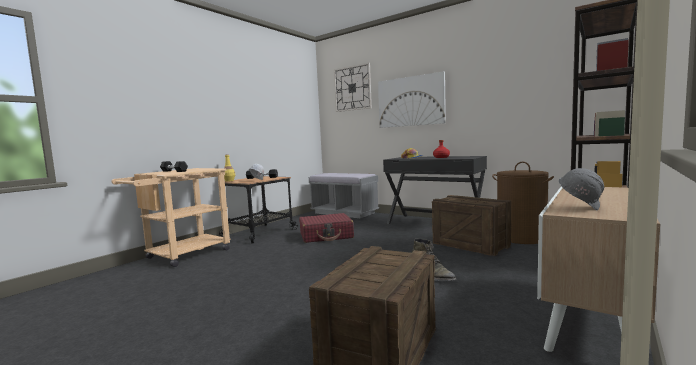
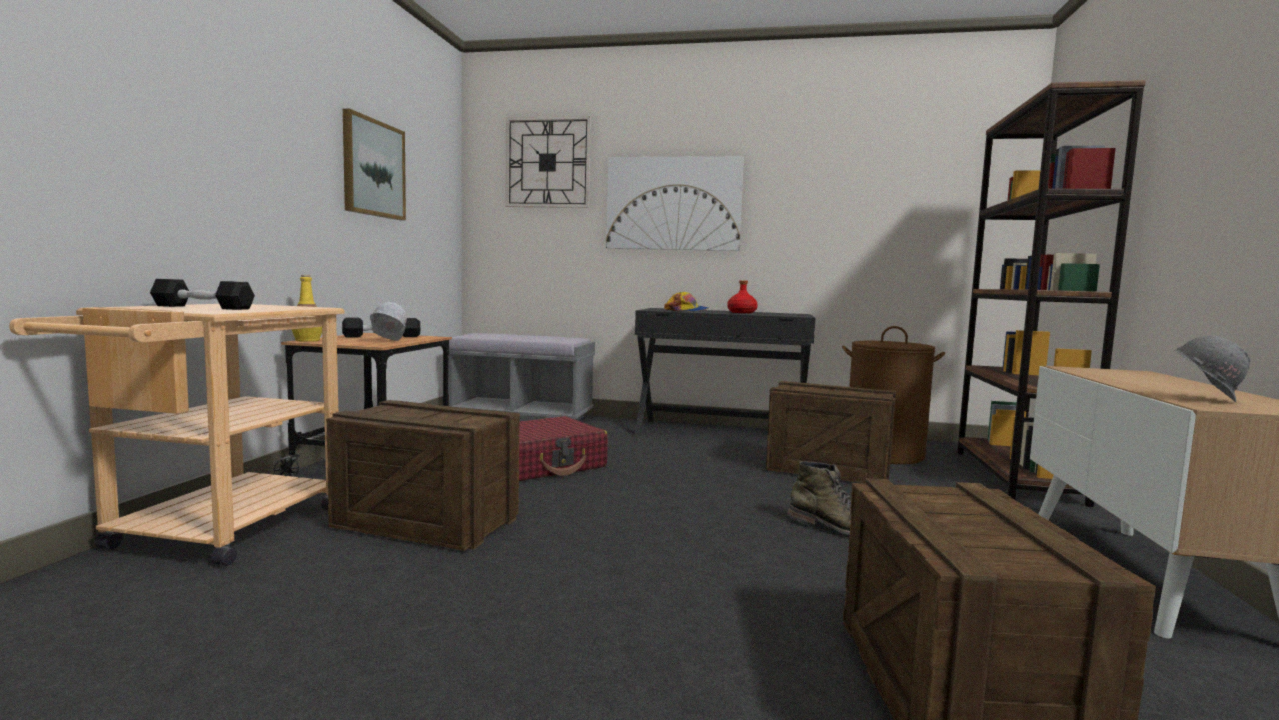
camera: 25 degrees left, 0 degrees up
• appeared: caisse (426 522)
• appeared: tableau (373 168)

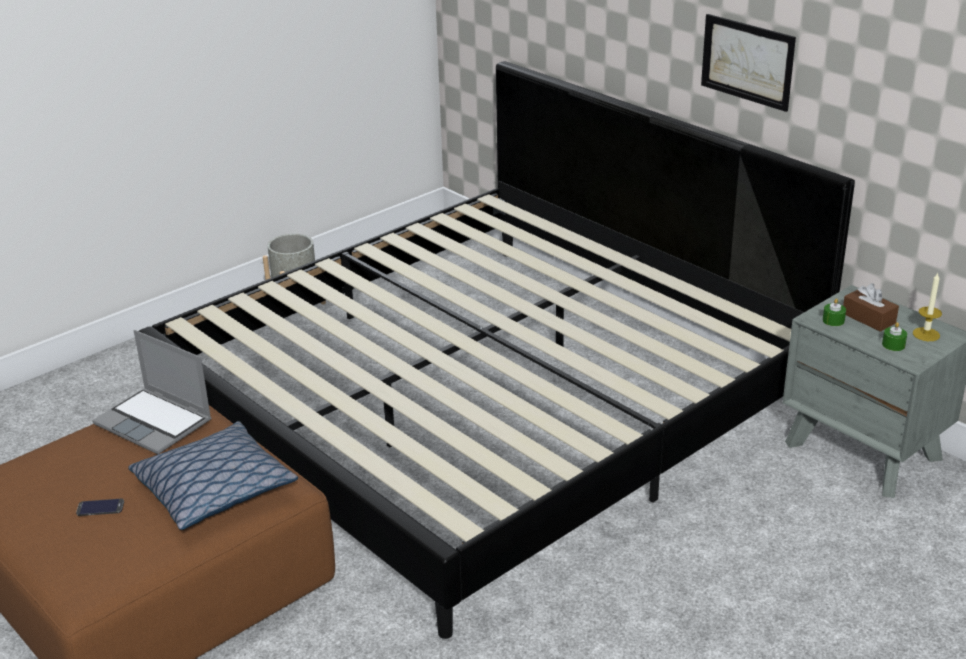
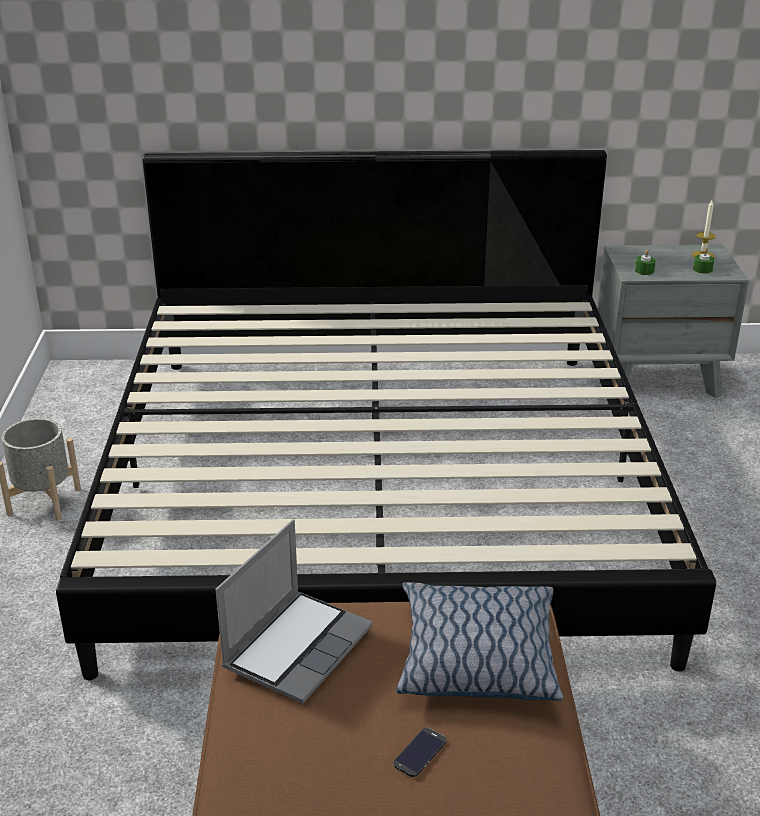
camera: 50 degrees left, 0 degrees up
• spun: ordinateur portable (155 423) = (297 646) 45 degrees counterclockwise
• missing: tableau (747 61)
• missing: boîte à mouchoirs (marron) (868 318)

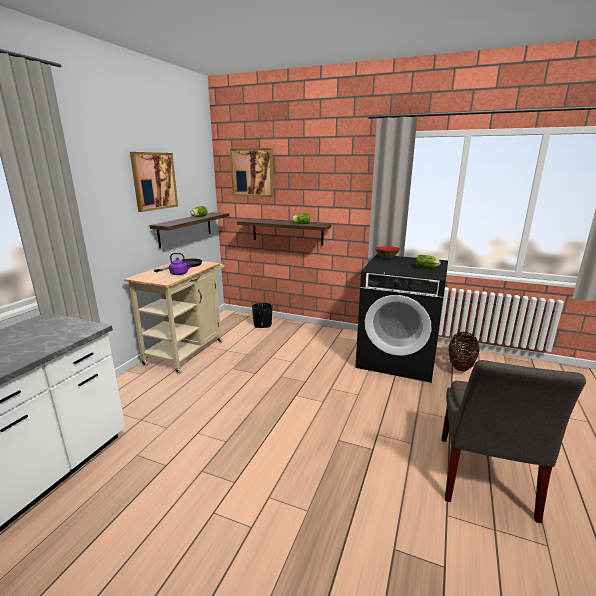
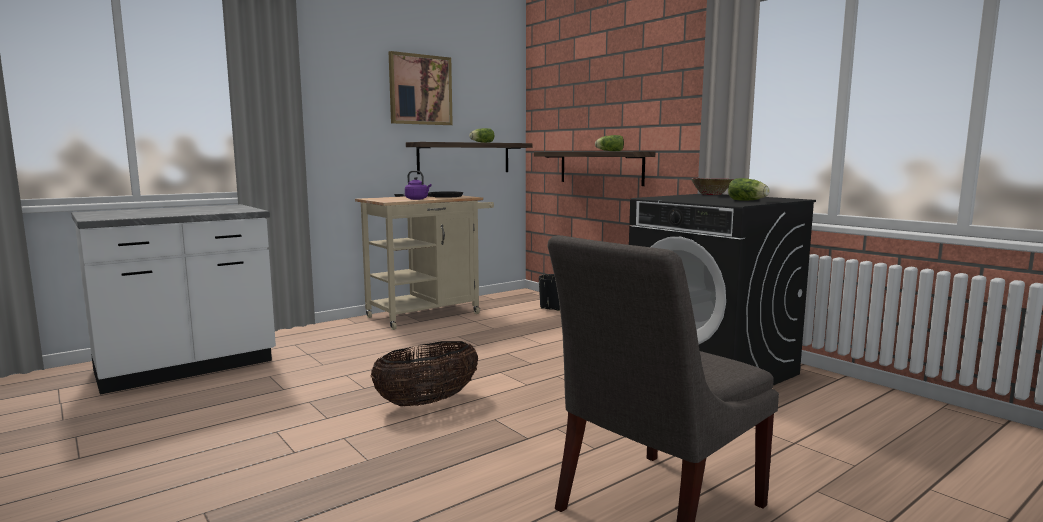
camera: 30 degrees right, 10 degrees down
• relocated: panier (460 365) to (427 402)
• missing: tableau (252 172)

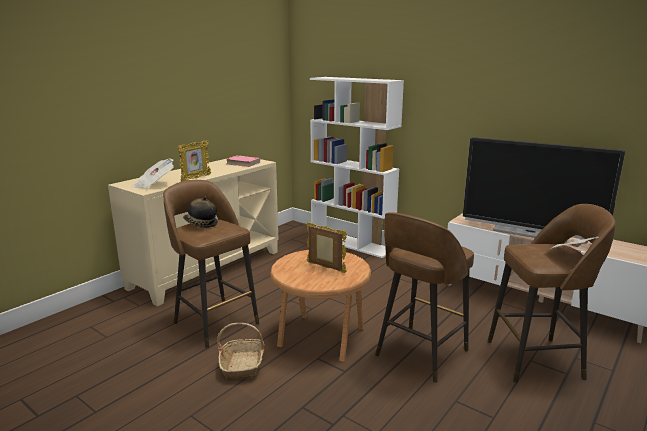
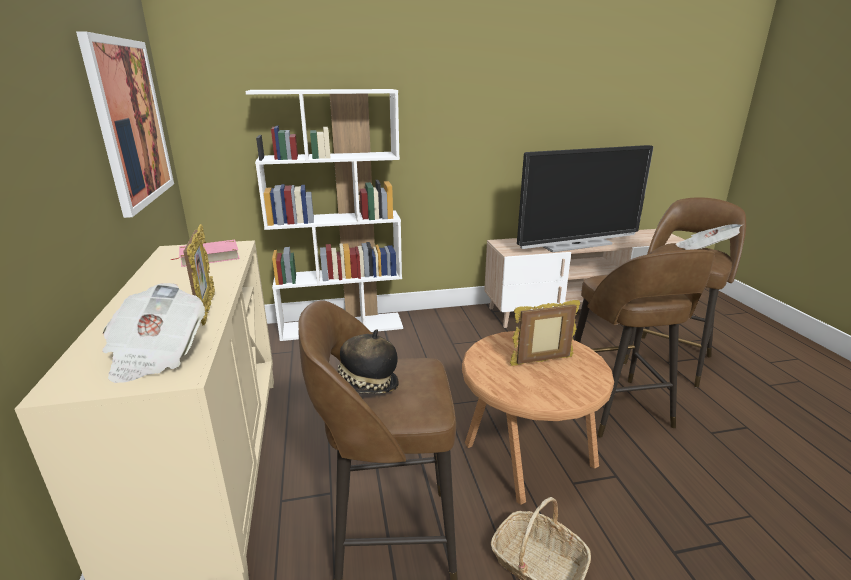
camera: 50 degrees left, 5 degrees up
• appeared: tableau (130 123)

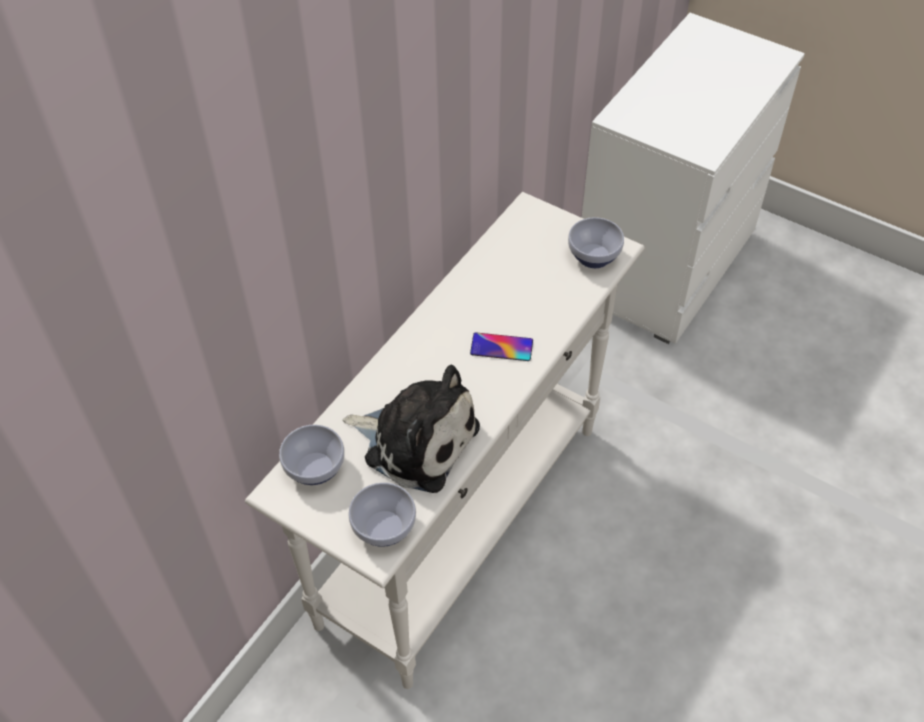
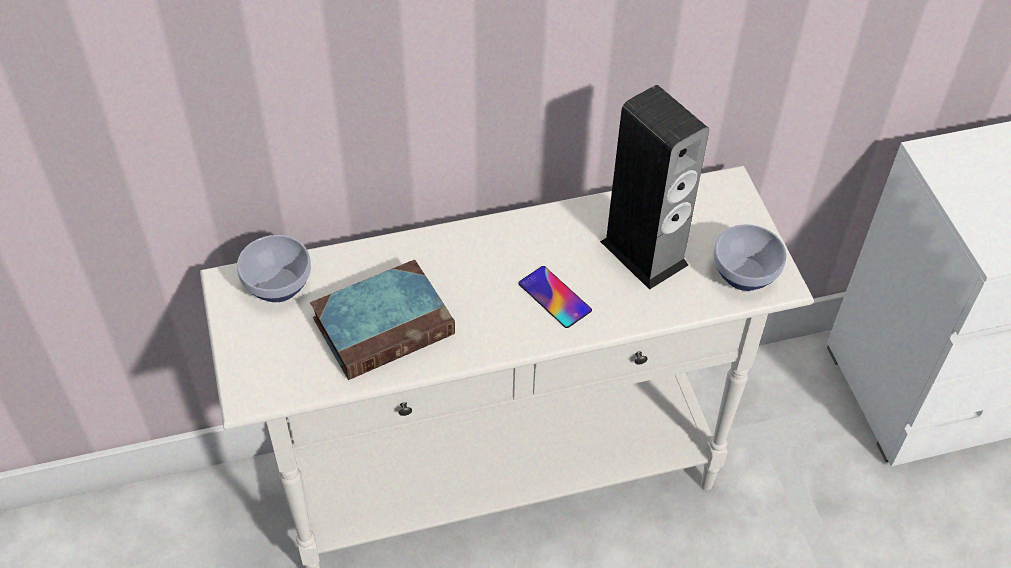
camera: 40 degrees right, 0 degrees up
• exchanged: peluche (416 440) to livre (385 324)
• appeared: enceinte (644 253)
• missing: bol (385 527)

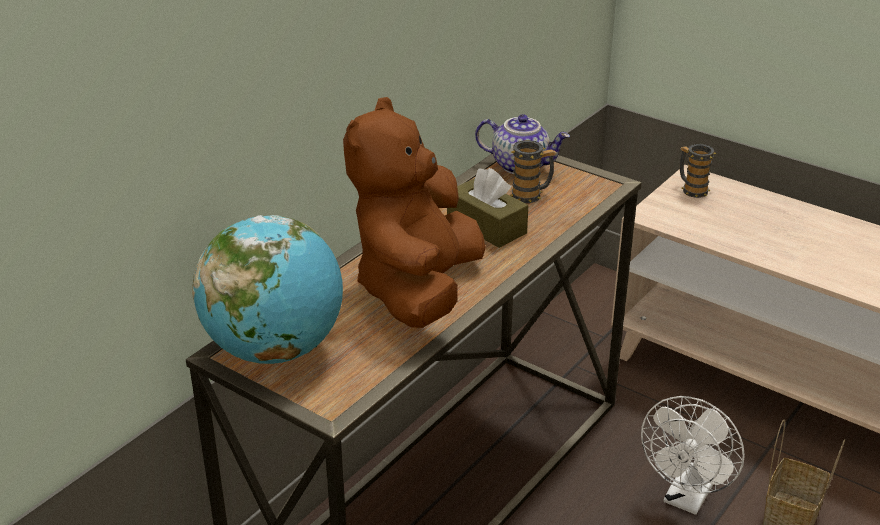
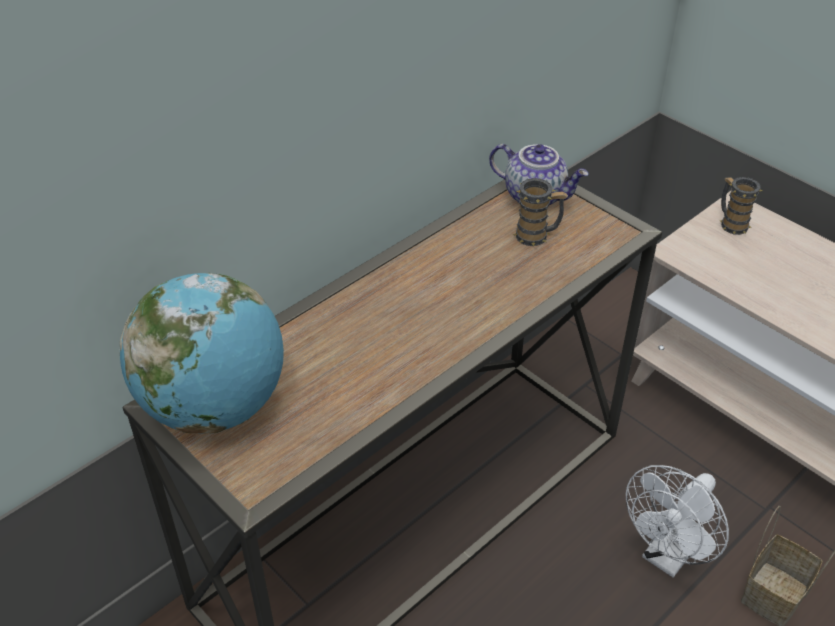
camera: 10 degrees right, 10 degrees up
• missing: peluche (marron) (417 290)
• missing: boîte à mouchoirs (marron) (486 226)

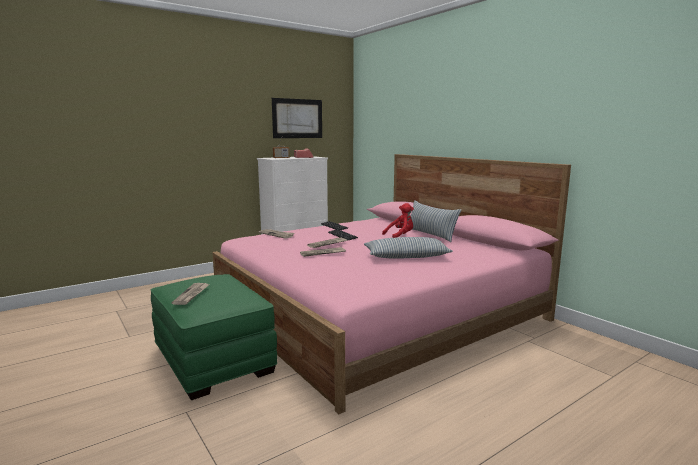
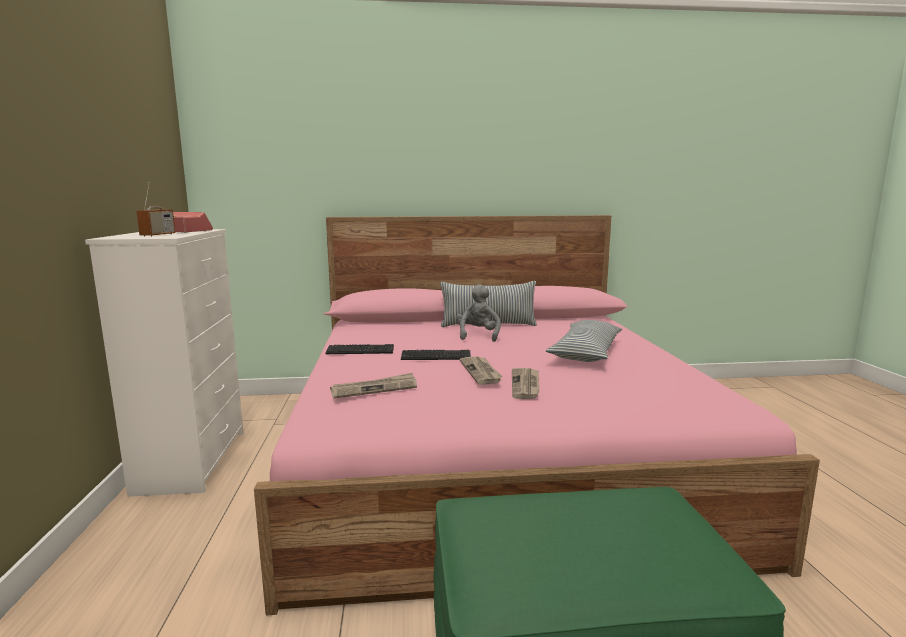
camera: 60 degrees left, 0 degrees up
• colour: peluche (rouge) (400 236) to peluche (gris) (478 335)
• missing: journal (192 295)
• missing: tableau (297 118)

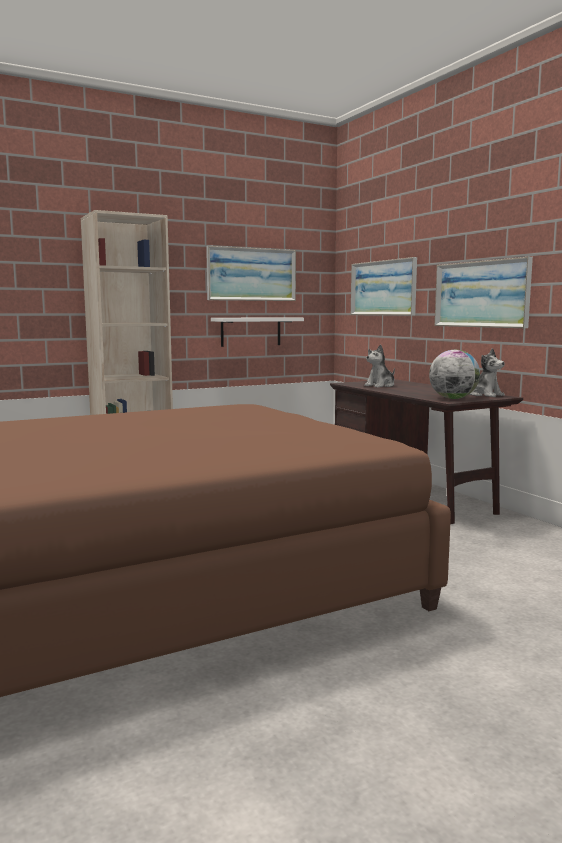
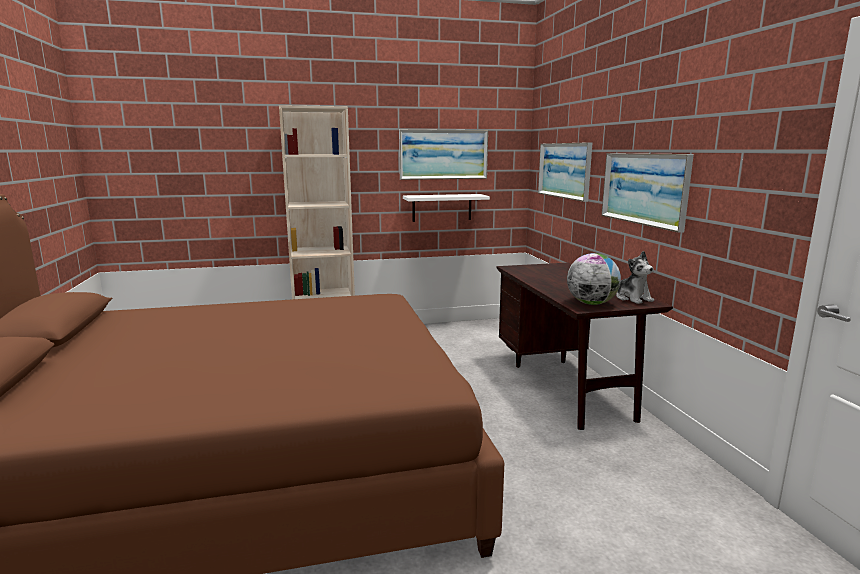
camera: 15 degrees right, 5 degrees up
• missing: peluche (380 386)

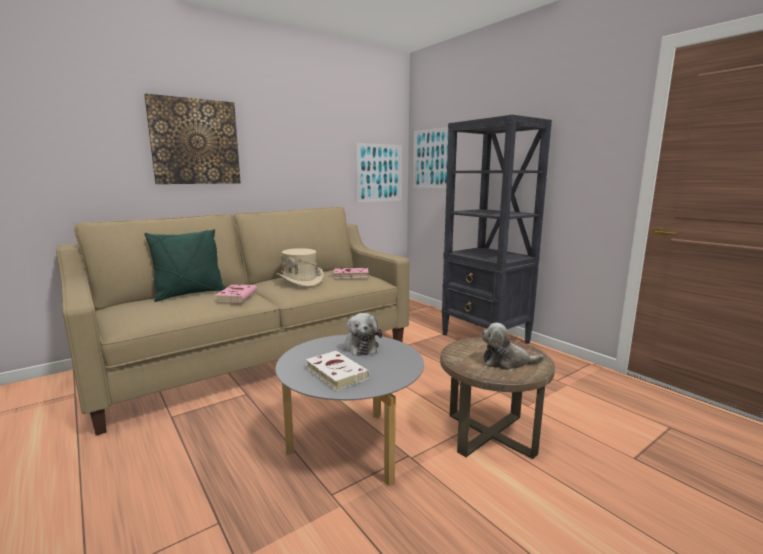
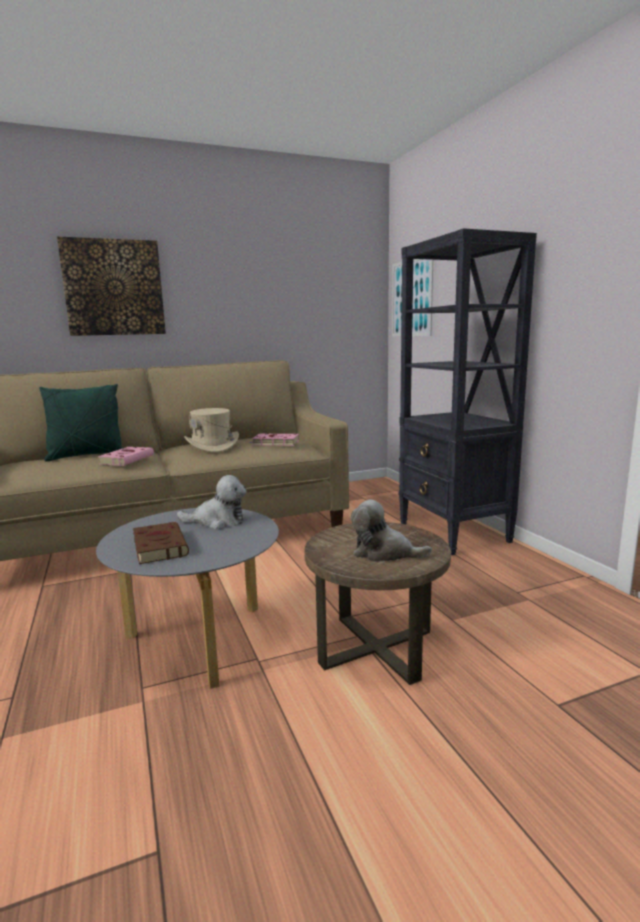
camera: 15 degrees right, 0 degrees up
• colour: livre (blanc) (335 373) to livre (marron) (159 546)
• spun: peluche (360 347) = (217 521) 90 degrees counterclockwise
• missing: tableau (379 173)

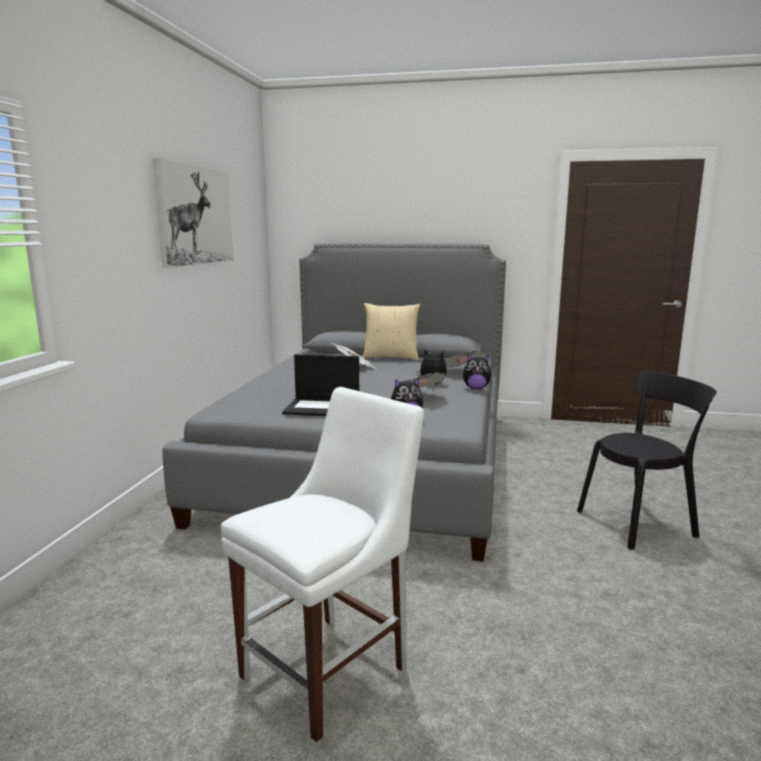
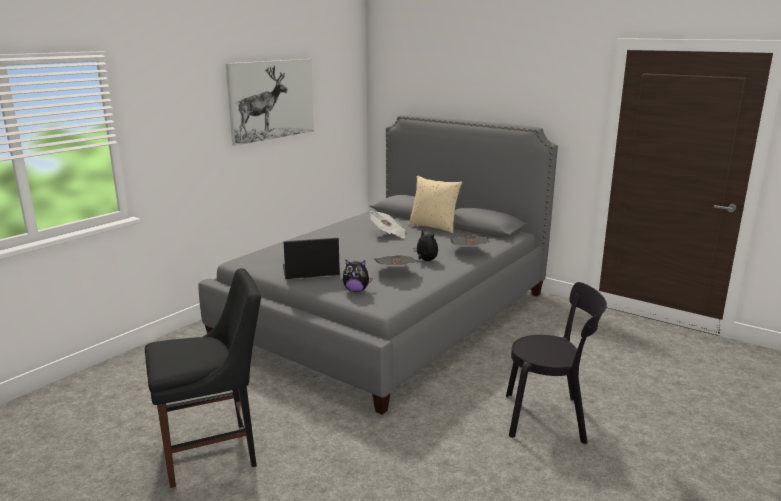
camera: 25 degrees right, 5 degrees up
• colour: chaise (blanc) (331 668) to chaise (noir) (215 452)
• spun: ordinateur portable (323 408) = (310 271) 135 degrees clockwise
• missing: peluche (476 388)

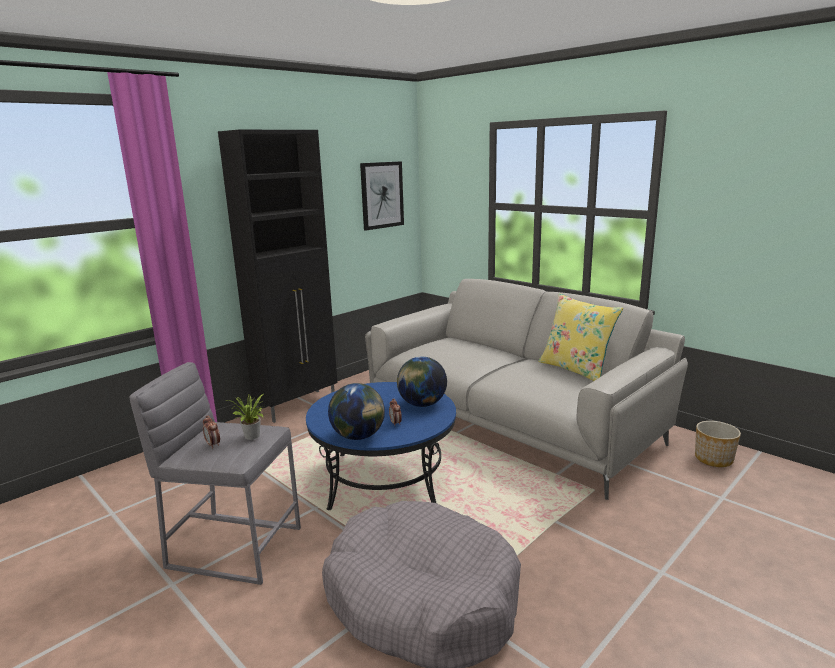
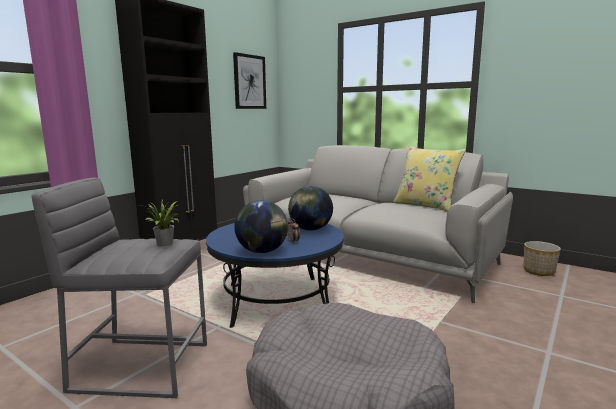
camera: 10 degrees left, 5 degrees down
• missing: réveil (213 445)

